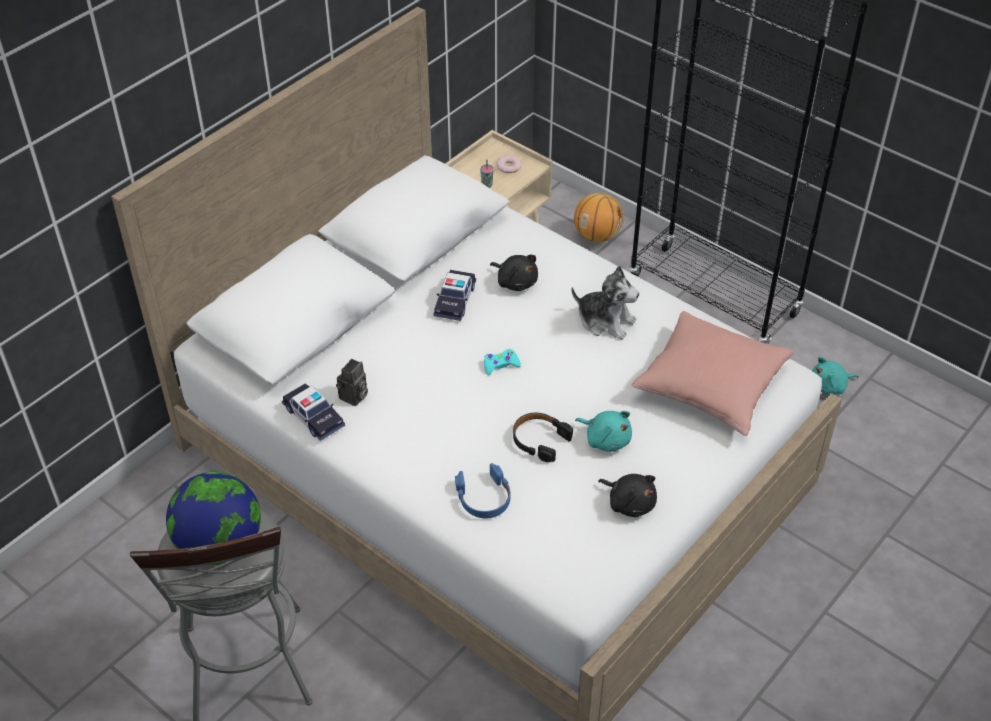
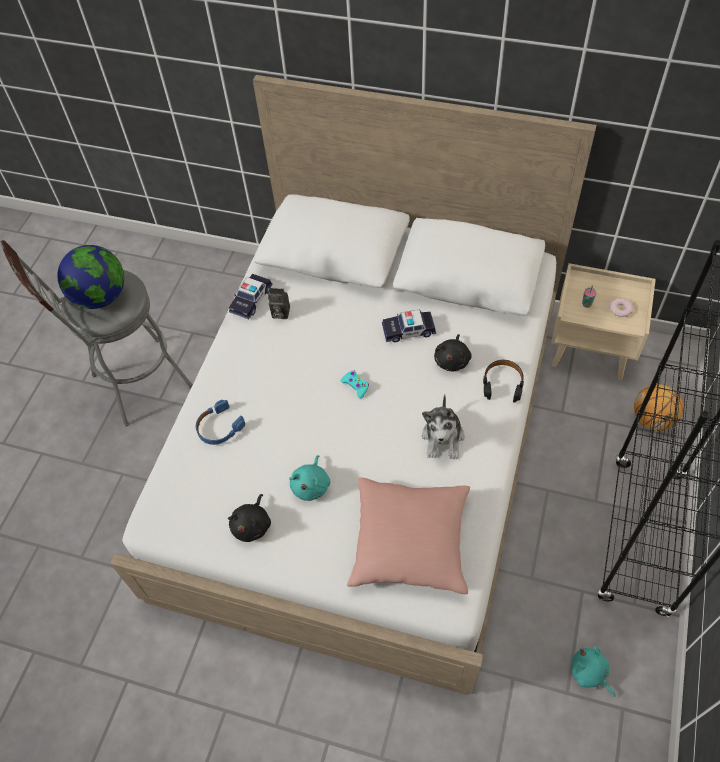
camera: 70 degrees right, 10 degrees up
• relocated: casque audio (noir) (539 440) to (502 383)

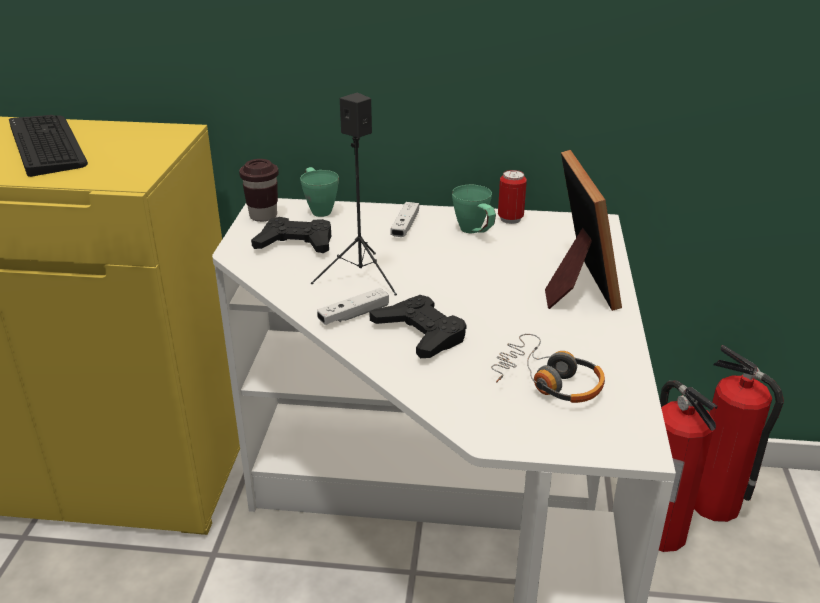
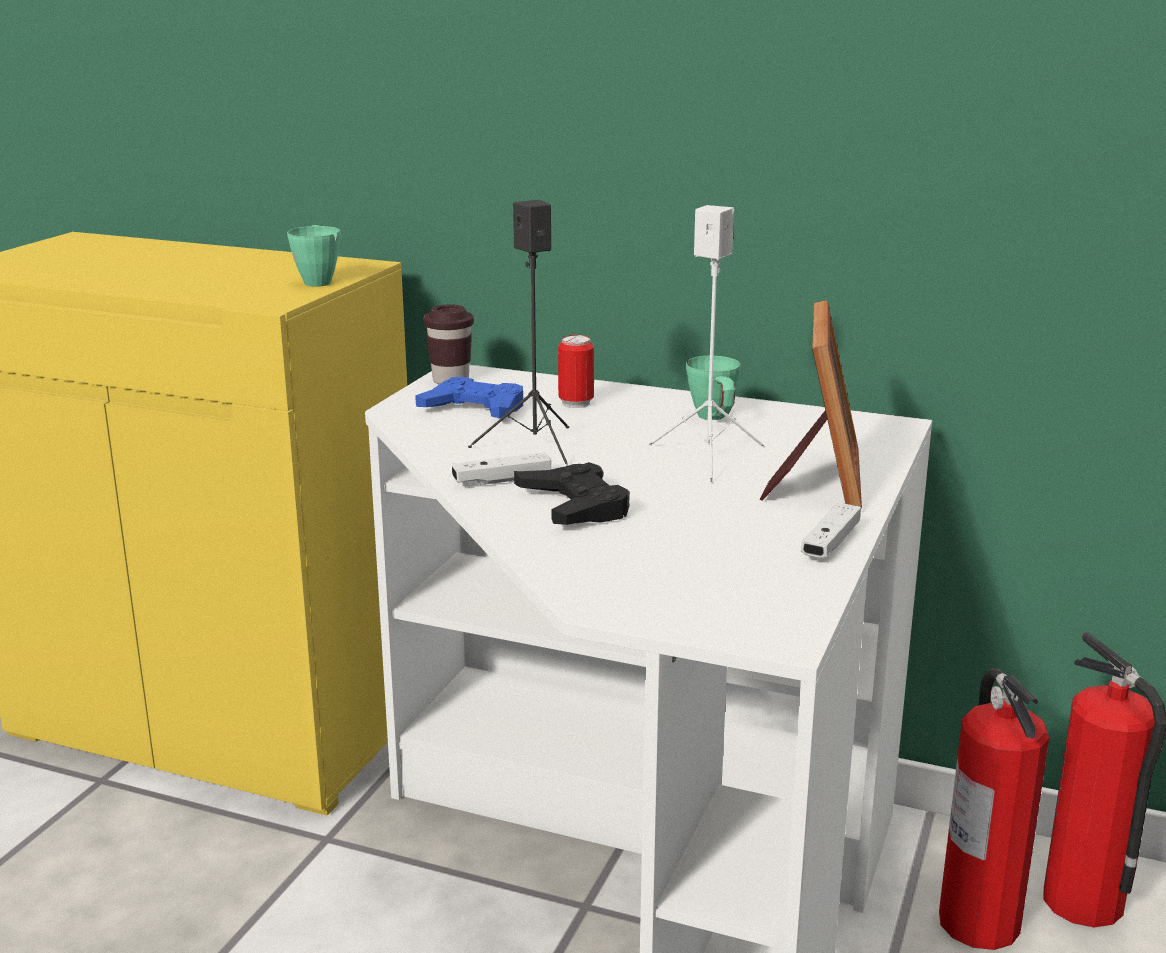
camera: 15 degrees right, 10 degrees down
• relocated: mug (vert) (318 209) to (317 280)
• colour: manette (noir) (296 243) to manette (bleu) (474 409)
• relocated: boîte métallique (510 219) to (576 403)
• appeared: enceinte (blanc) (709 457)
• relocated: manette (blanc) (405 226) to (830 543)
• missing: clavier (47 145)
• missing: casque audio (547 381)

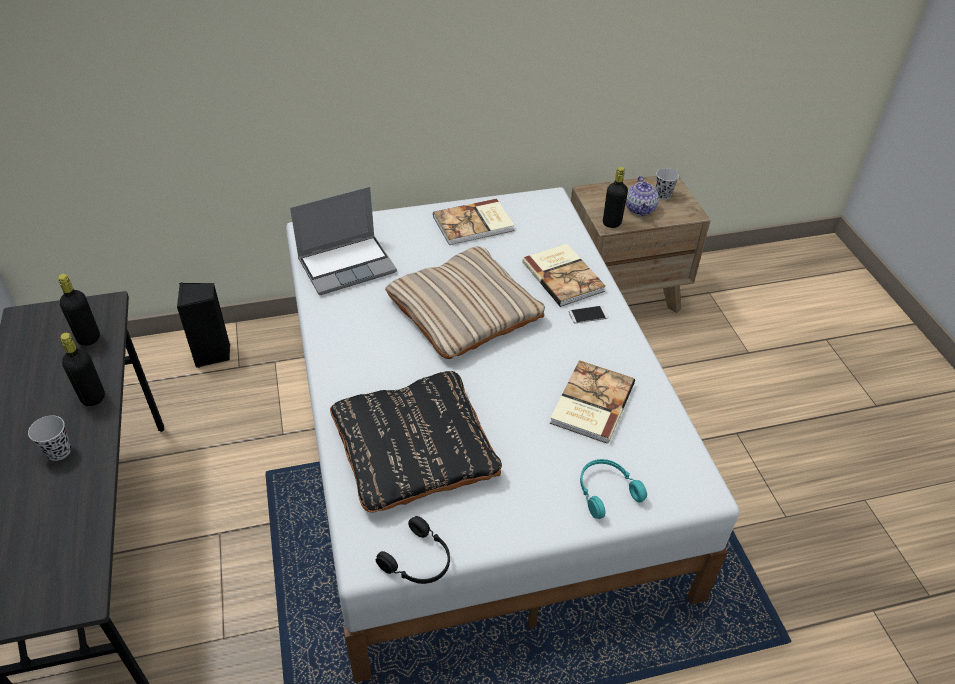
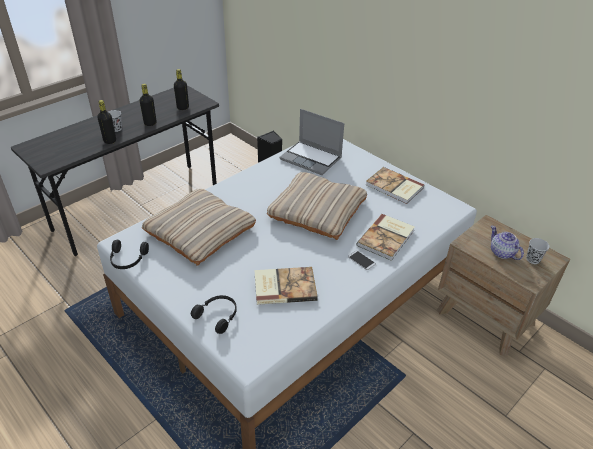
camera: 60 degrees right, 5 degrees down
• relocated: bouteille (noir) (611 223) to (110 141)
• colour: coussin (noir) (414 447) to coussin (beige) (200 230)
• colour: casque audio (turquoise) (606 491) to casque audio (noir) (218 316)
• spun: théière (640 209) = (502 253) 90 degrees clockwise

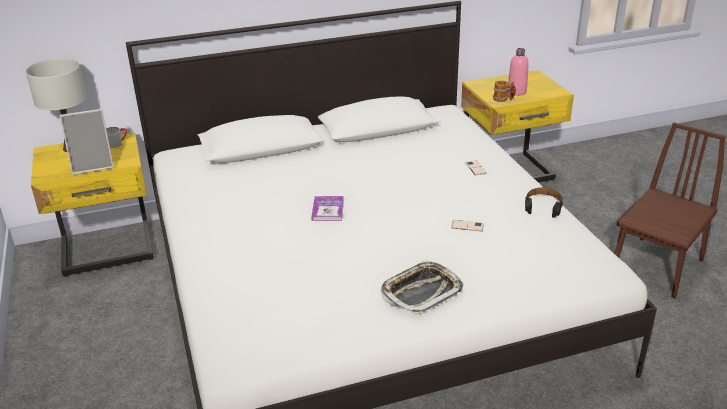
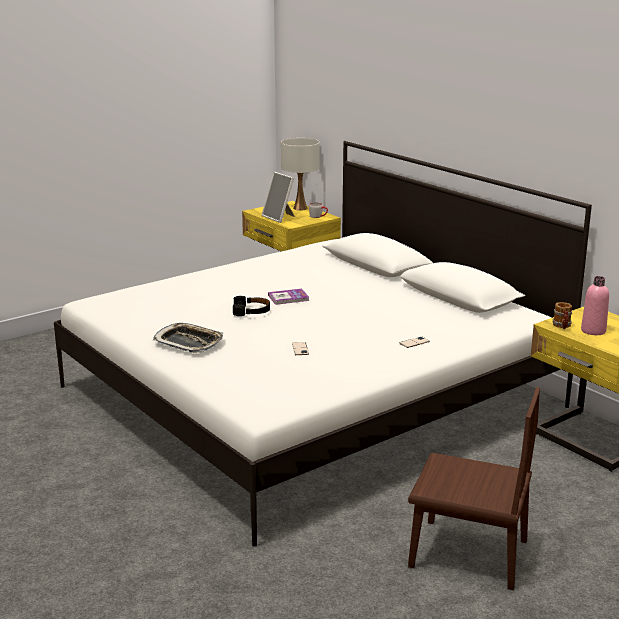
camera: 70 degrees right, 10 degrees down
• relocated: casque audio (noir) (543 206) to (251 311)

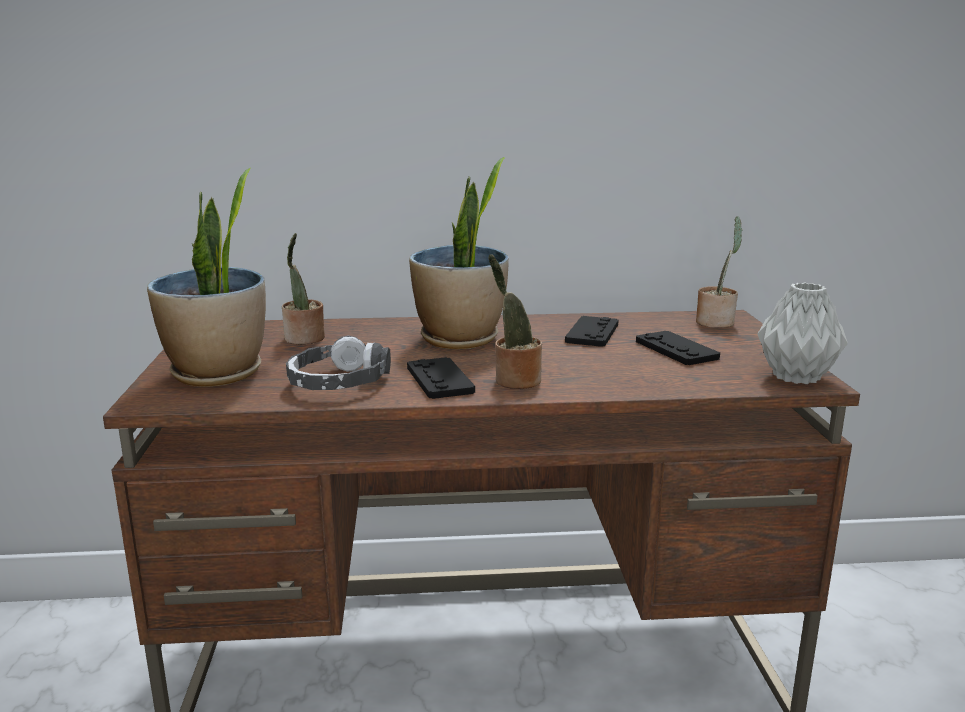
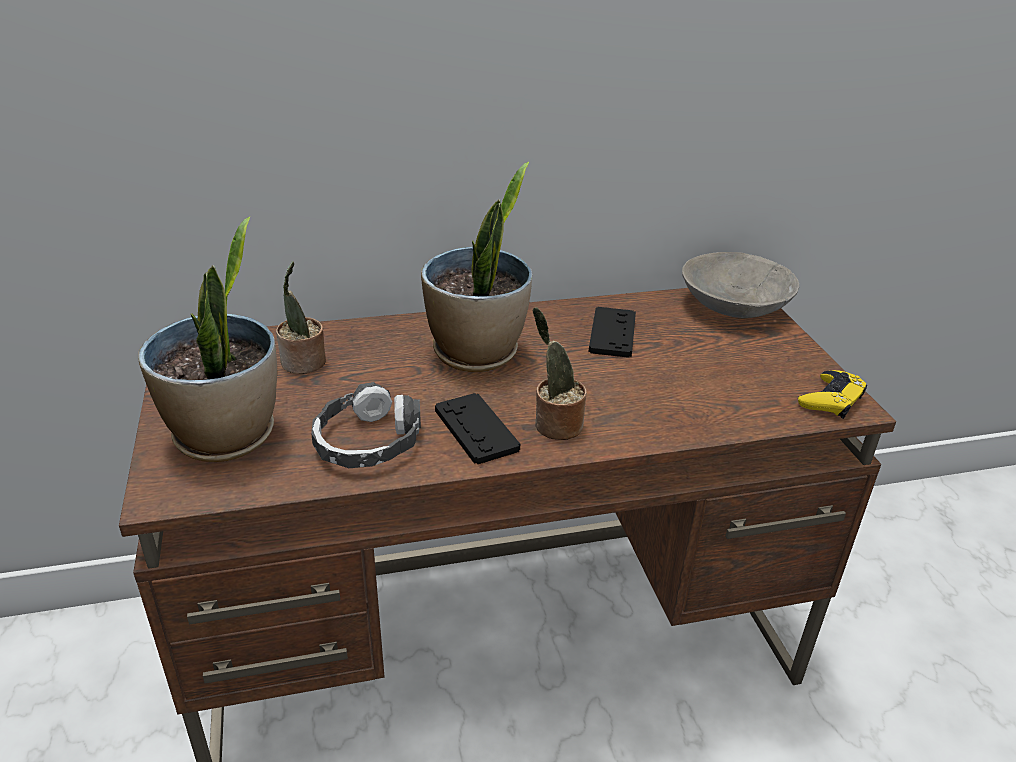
camera: 10 degrees left, 15 degrees up
• exchanged: plante en pot (716 322) to bol (gris) (733 306)
• exchanged: vase (gris) (795 377) to manette (jaune) (831 400)
• missing: manette (noir) (676 350)

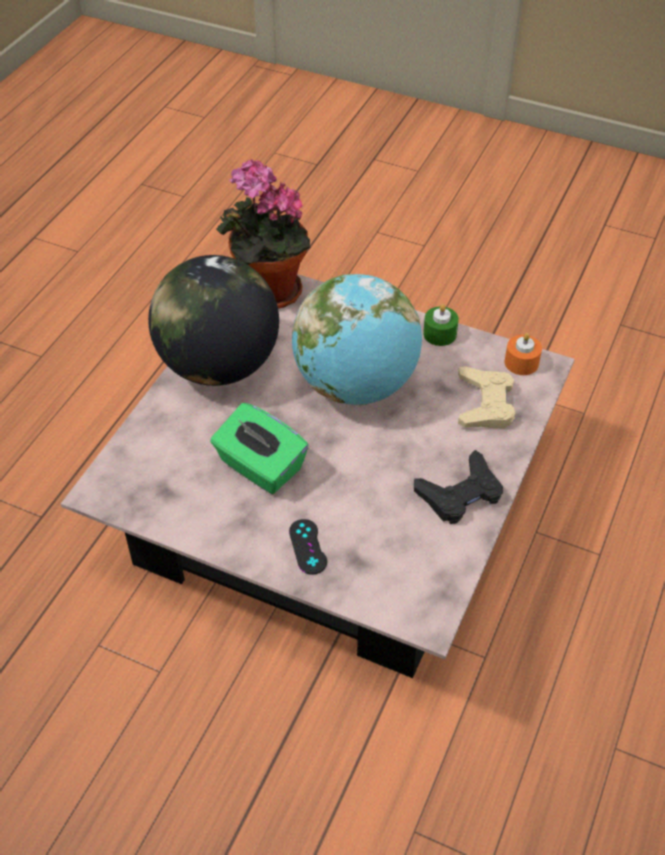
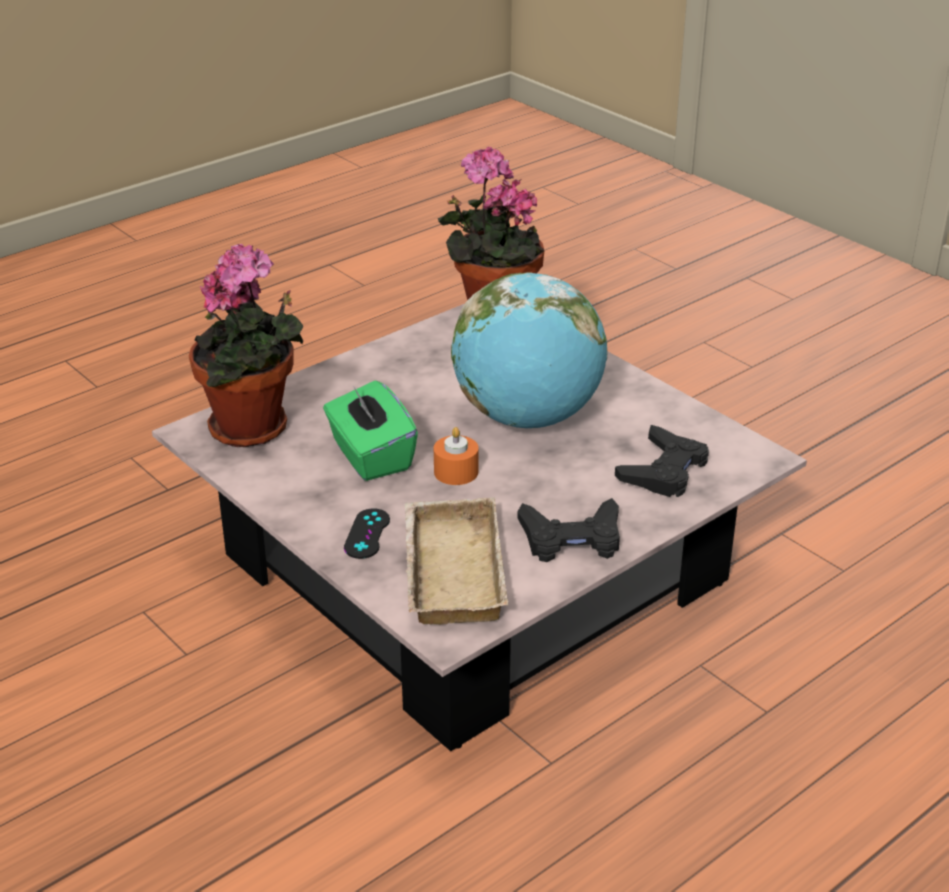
camera: 25 degrees right, 15 degrees down
• appeared: plante en pot (255 429)
• appeared: plateau (beige) (448 569)
• relocated: bougie (orange) (521 363) to (456 472)
• colour: manette (beige) (485 404) to manette (noir) (664 470)
• missing: globe (219 366)
• missing: bougie (vert) (439 334)

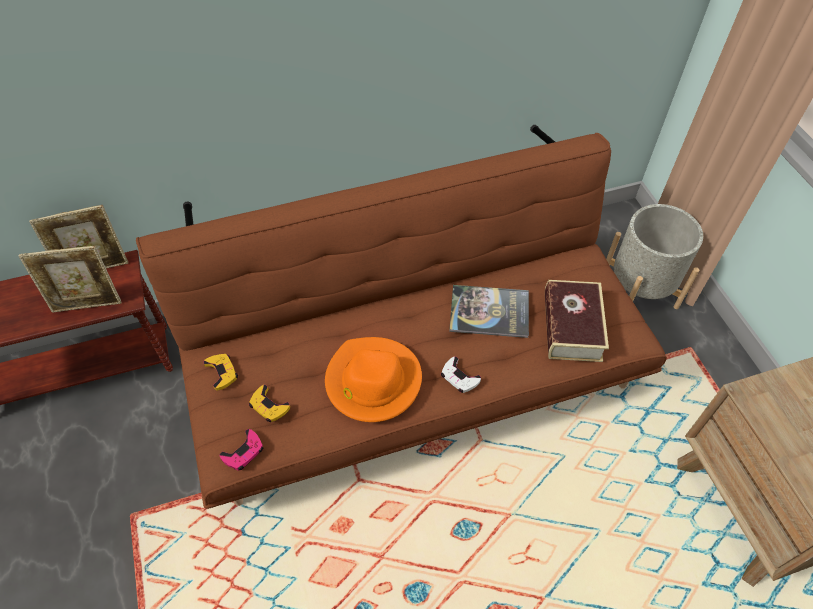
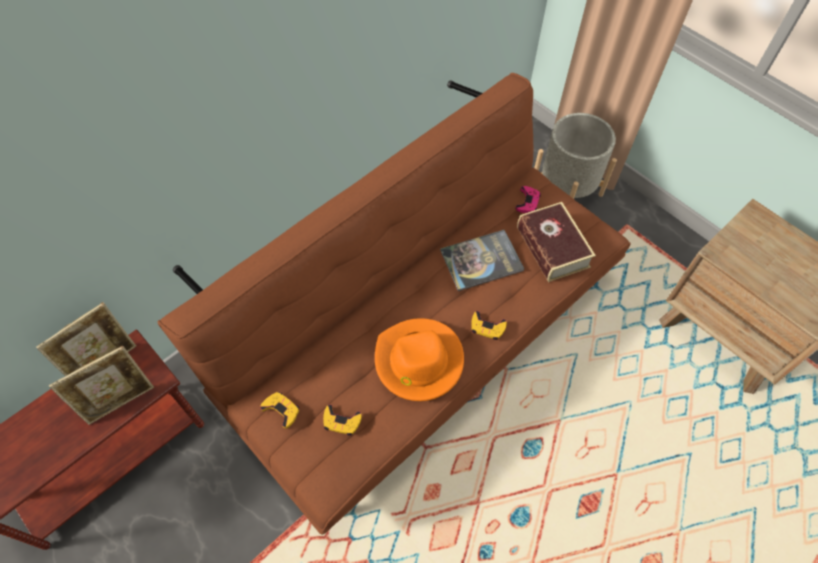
camera: 25 degrees left, 5 degrees up
• colour: manette (blanc) (459 377) to manette (jaune) (487 327)
• relocated: manette (rose) (243 452) to (528 202)

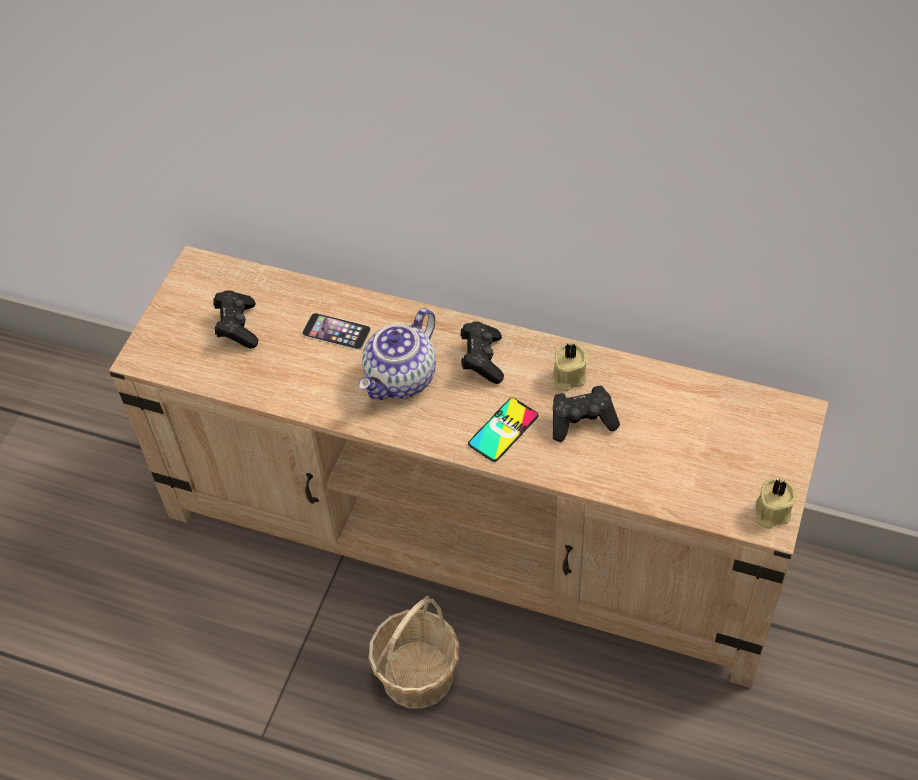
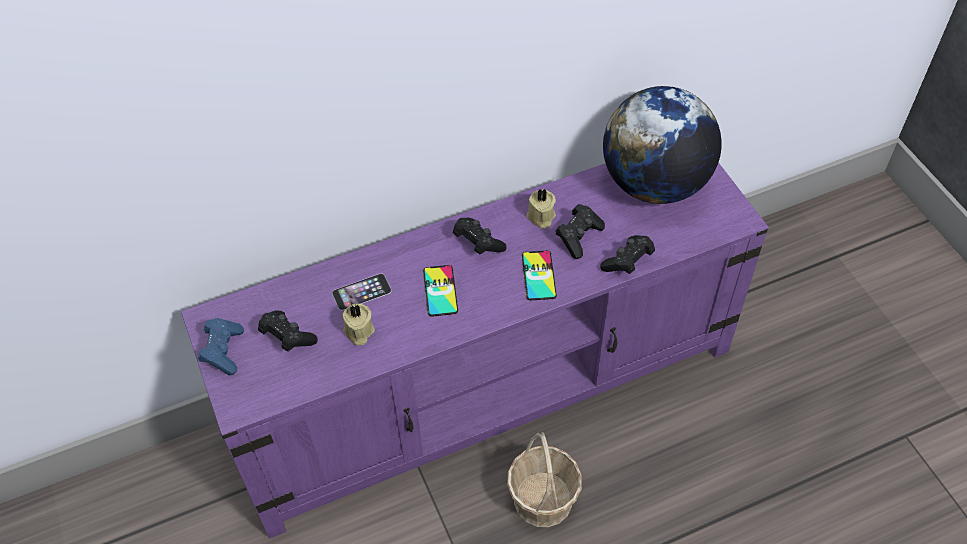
camera: 45 degrees left, 0 degrees up
• colour: meuble télé (beige) (473 534) to meuble télé (violet) (487 389)
• appeared: manette (bleu) (223 351)
• relocated: bougie (beige) (771 512) to (358 332)
• exchanged: théière (401 379) to téléphone (440 291)
• appeared: manette (noir) (627 262)
• appeared: globe (654 184)

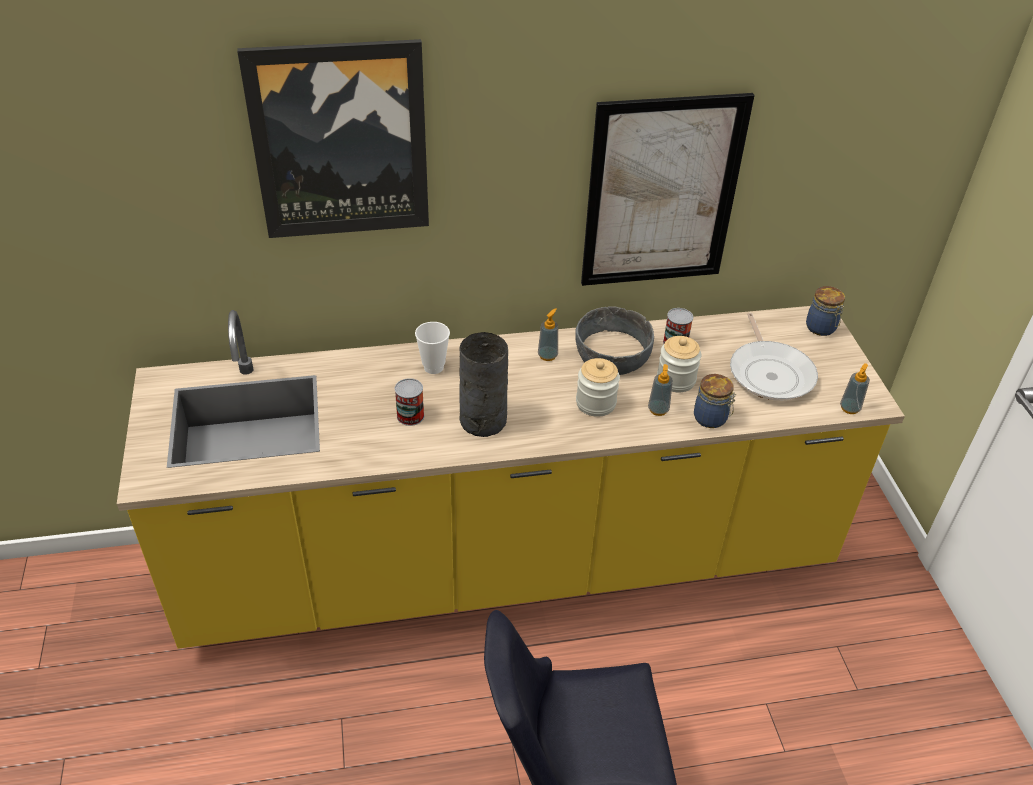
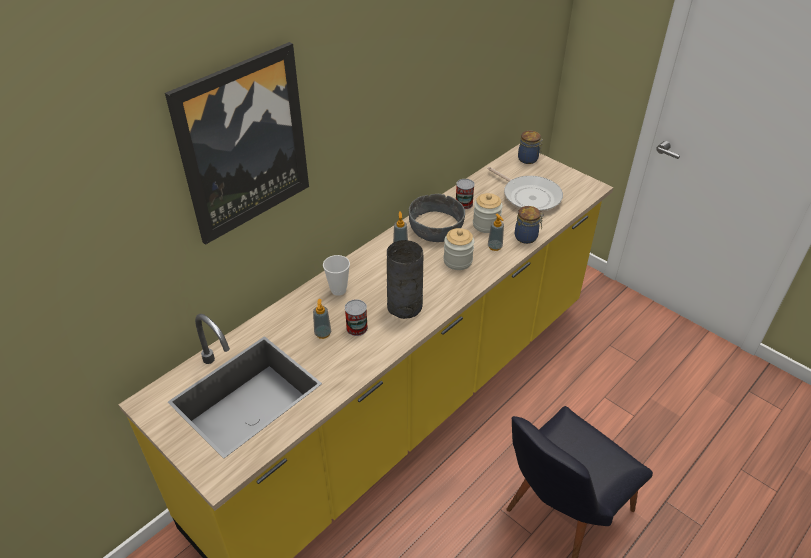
camera: 35 degrees left, 0 degrees up
• relocated: distributeur de savon (849 408) to (323 333)
• missing: tableau (661 193)

